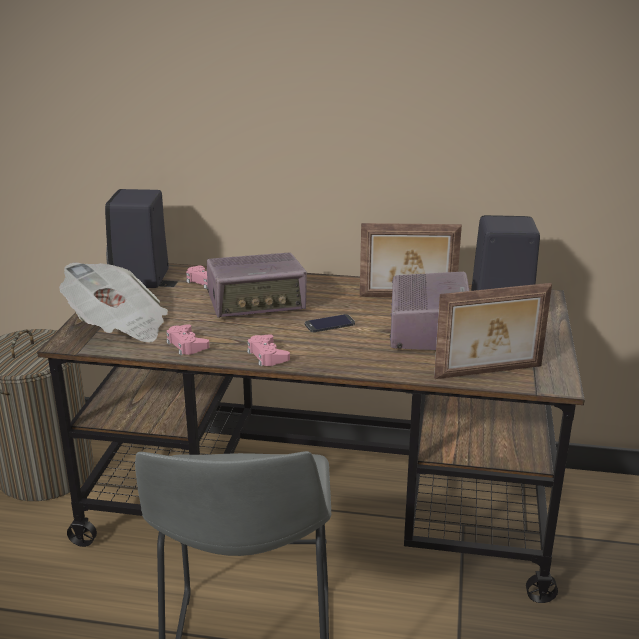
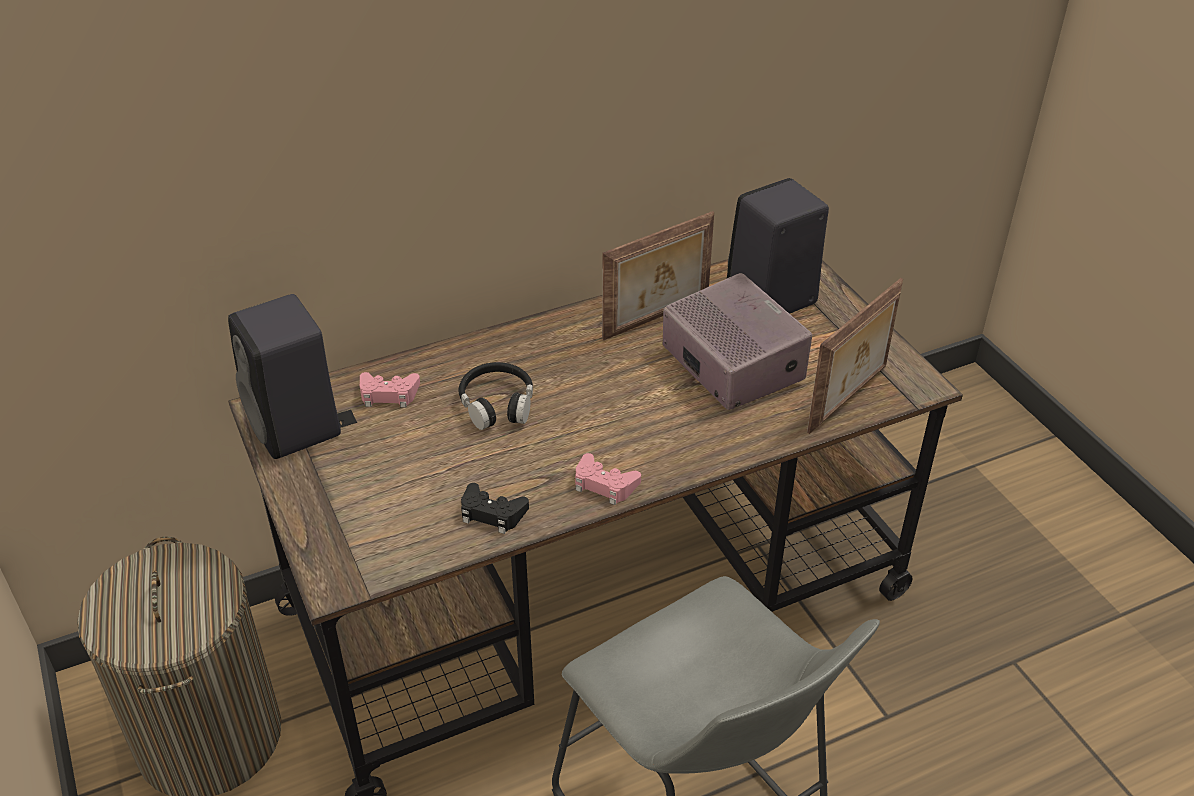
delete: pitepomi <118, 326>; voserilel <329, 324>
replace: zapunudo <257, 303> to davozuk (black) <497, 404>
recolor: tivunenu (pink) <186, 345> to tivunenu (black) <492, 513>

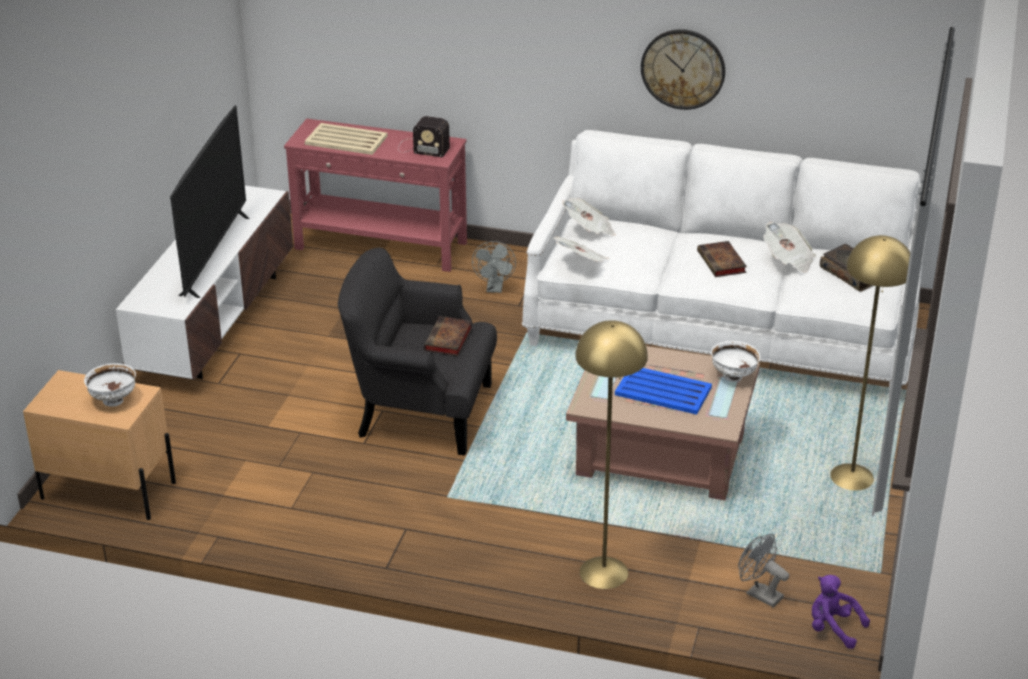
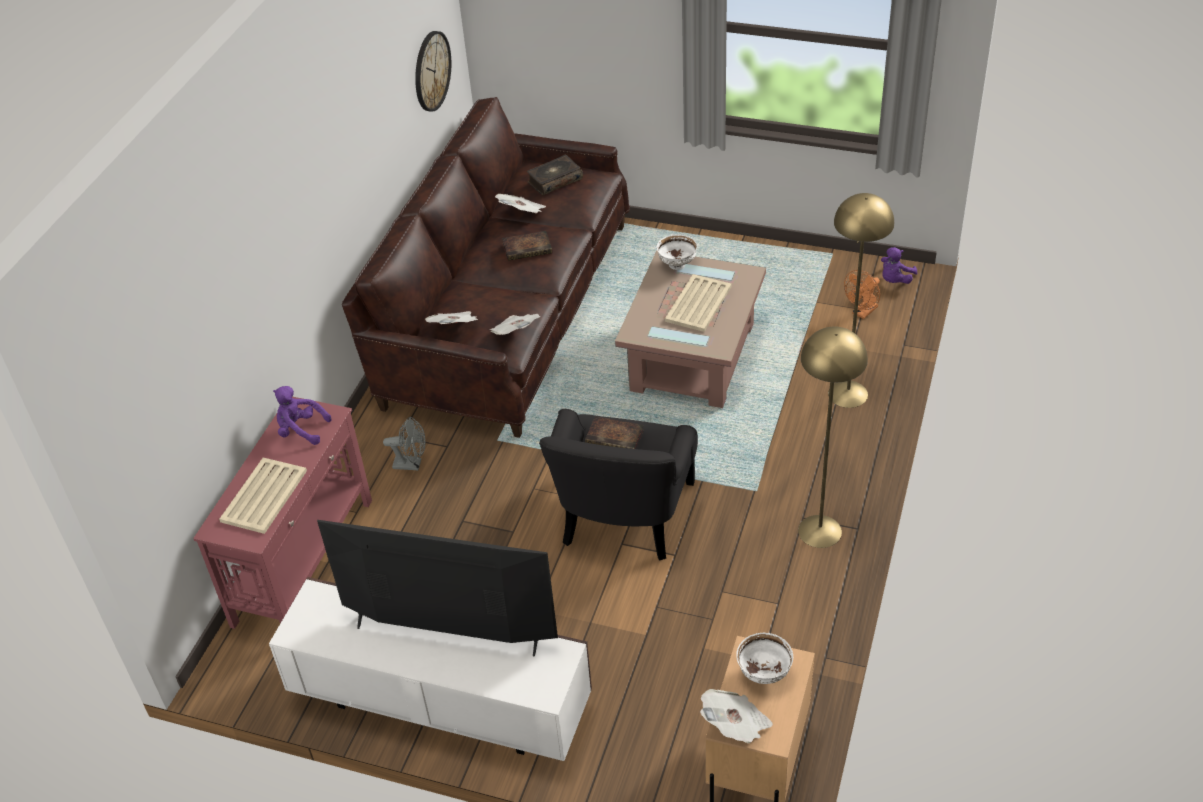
insert: pitepomi <736, 726>
move: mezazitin <683, 69> to <431, 71>; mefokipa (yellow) <851, 477> to <819, 531>
replace: zapunudo <421, 148> to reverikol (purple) <301, 430>
recolor: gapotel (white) <723, 327> to gapotel (brown) <505, 312>; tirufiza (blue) <664, 391> to tirufiza (beige) <699, 303>; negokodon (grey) <759, 594> to negokodon (orange) <862, 313>

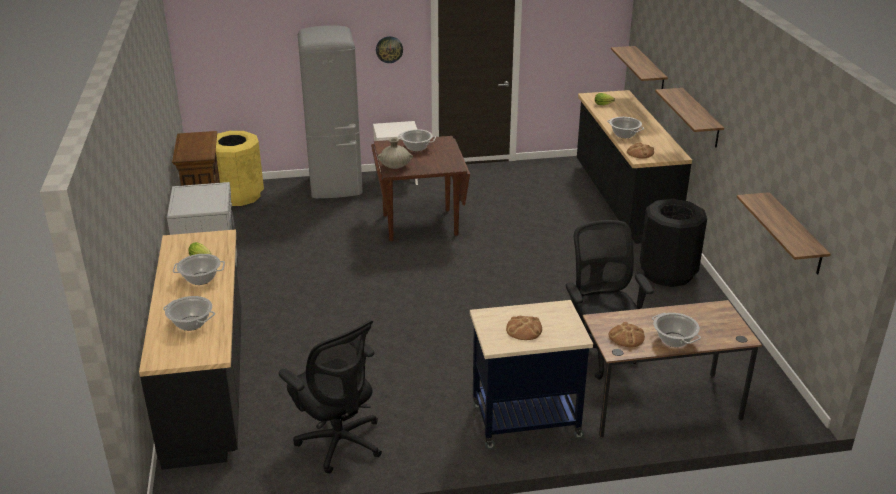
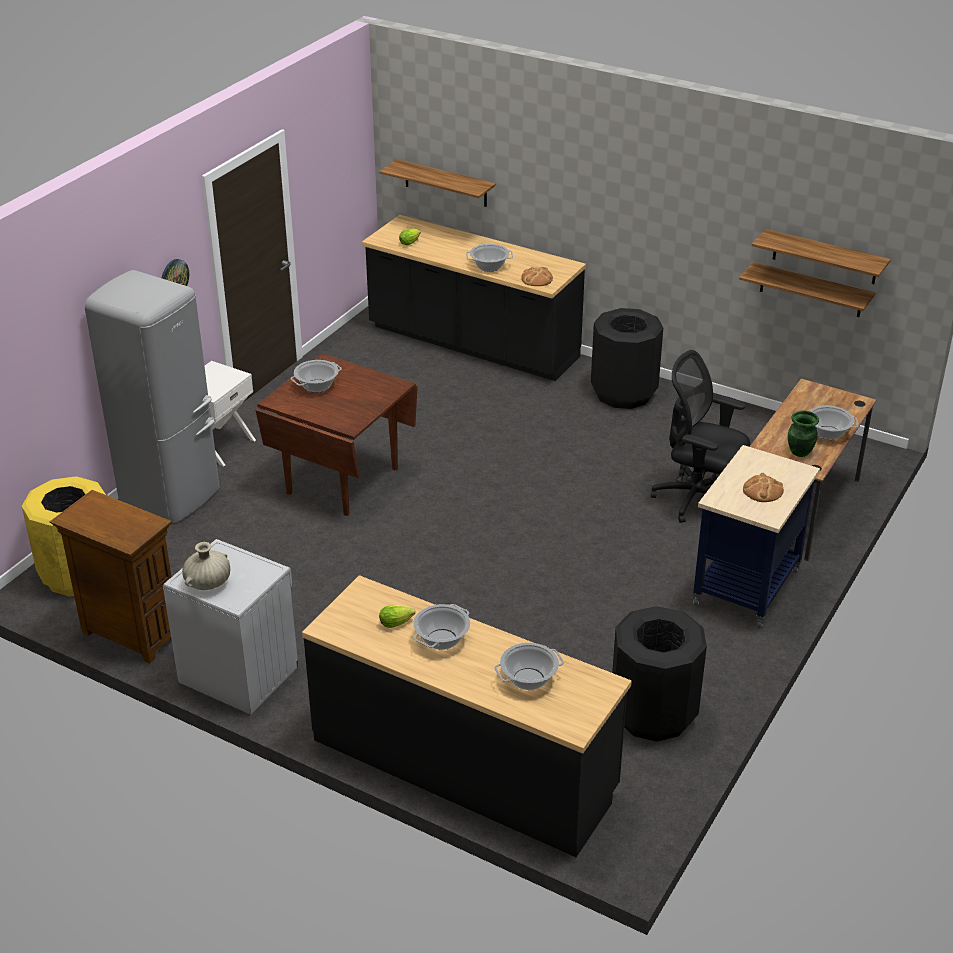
move: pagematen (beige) <395, 166> to <208, 583>; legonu <700, 118> to <825, 257>
replace: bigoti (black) <336, 440> to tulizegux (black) <653, 714>; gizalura <626, 337> to pagematen (green) <799, 452>

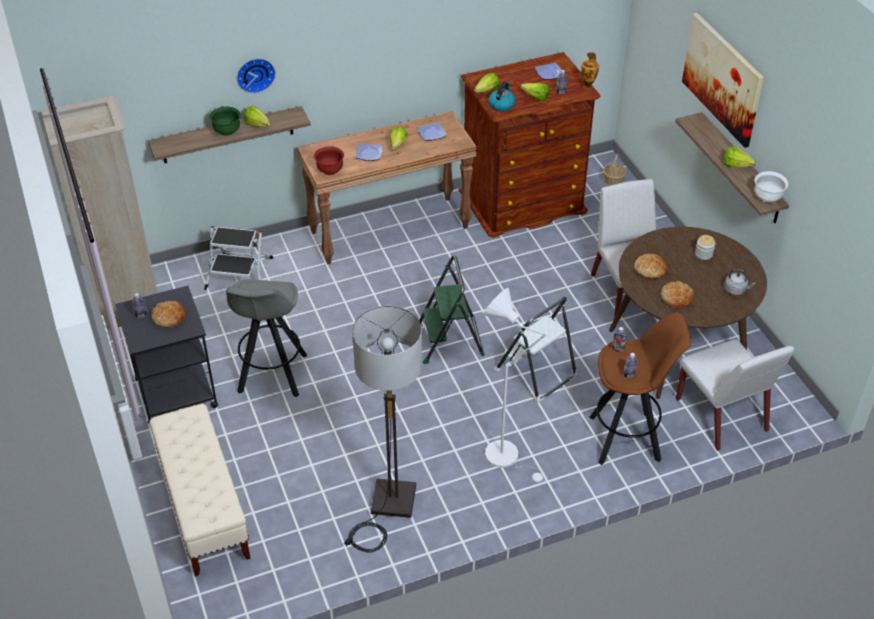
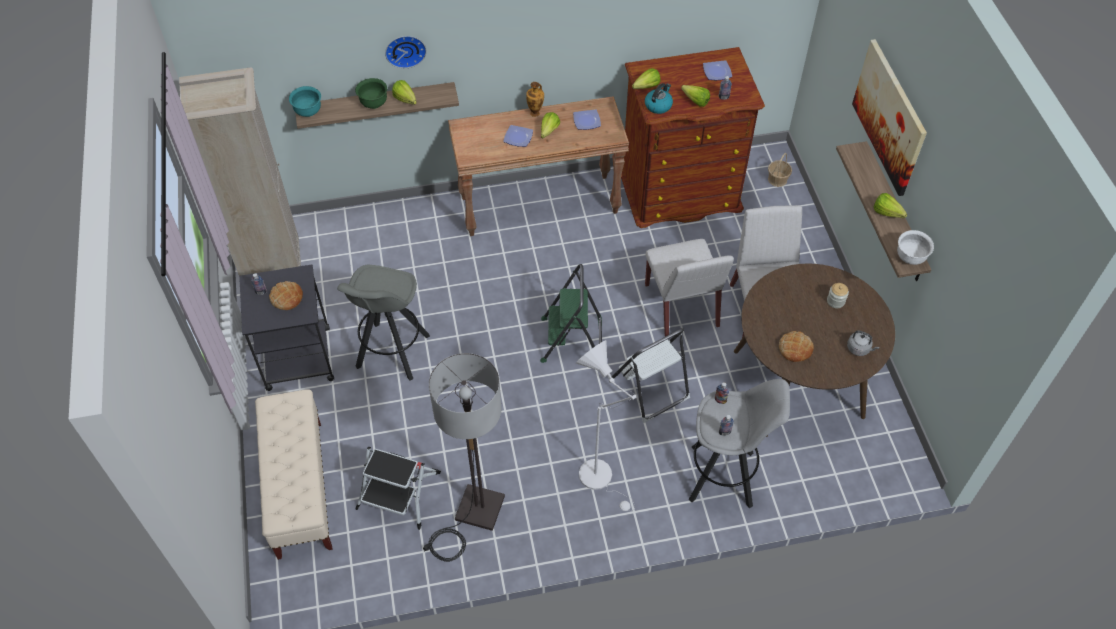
delete: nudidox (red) <330, 170>; gizalura <650, 268>
insert: nudidox (turquoise) <308, 111>
move: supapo <240, 274> to <399, 492>; pagematen <588, 87> to <535, 113>; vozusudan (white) <722, 415> to <682, 306>
recolor: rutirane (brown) <627, 438> to rutirane (grey) <724, 476>

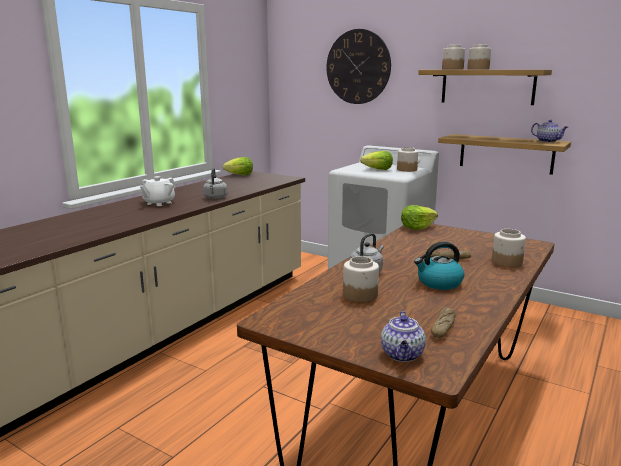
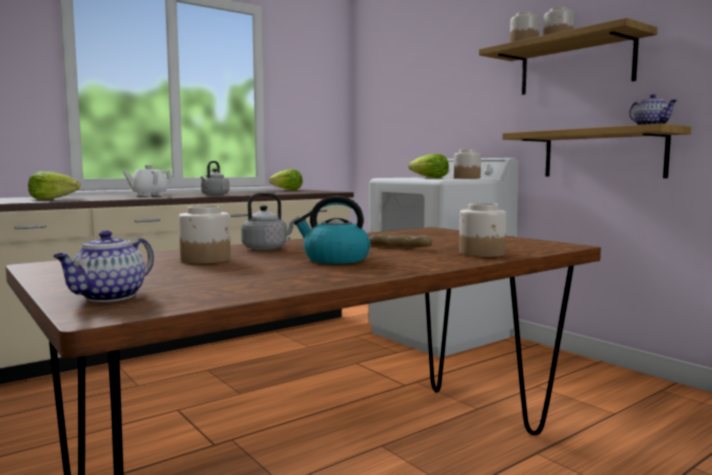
delete: mezazitin <358, 67>; gizalura <443, 327>
move: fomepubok <417, 227> to <53, 199>

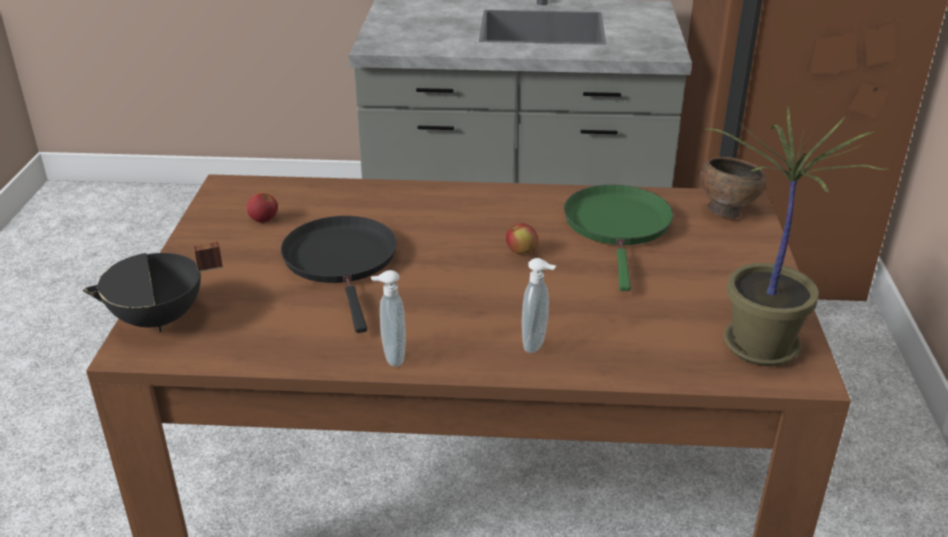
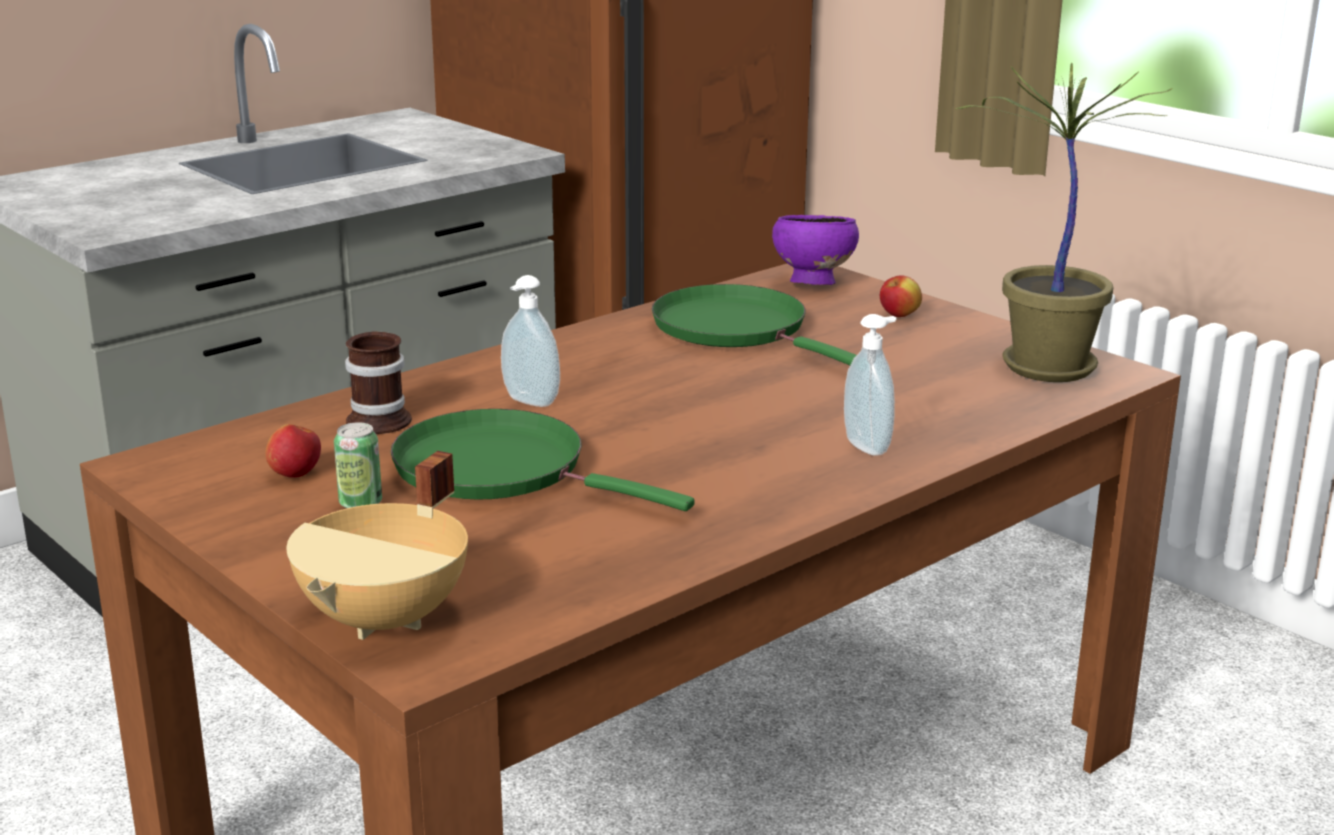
insert: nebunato <360, 503>; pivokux <382, 418>
move: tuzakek <391, 357> to <529, 402>; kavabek <521, 252> to <899, 316>
recolor: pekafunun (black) <159, 320> to pekafunun (beige) <388, 620>; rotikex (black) <342, 261> to rotikex (green) <501, 470>; nudidox (brown) <725, 212> to nudidox (purple) <811, 284>

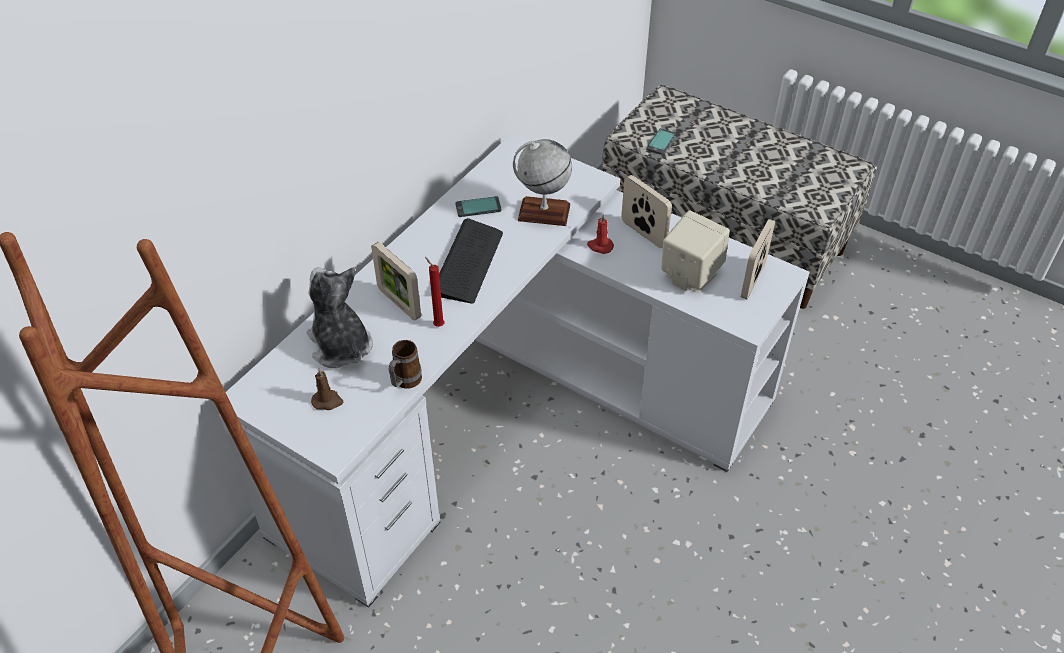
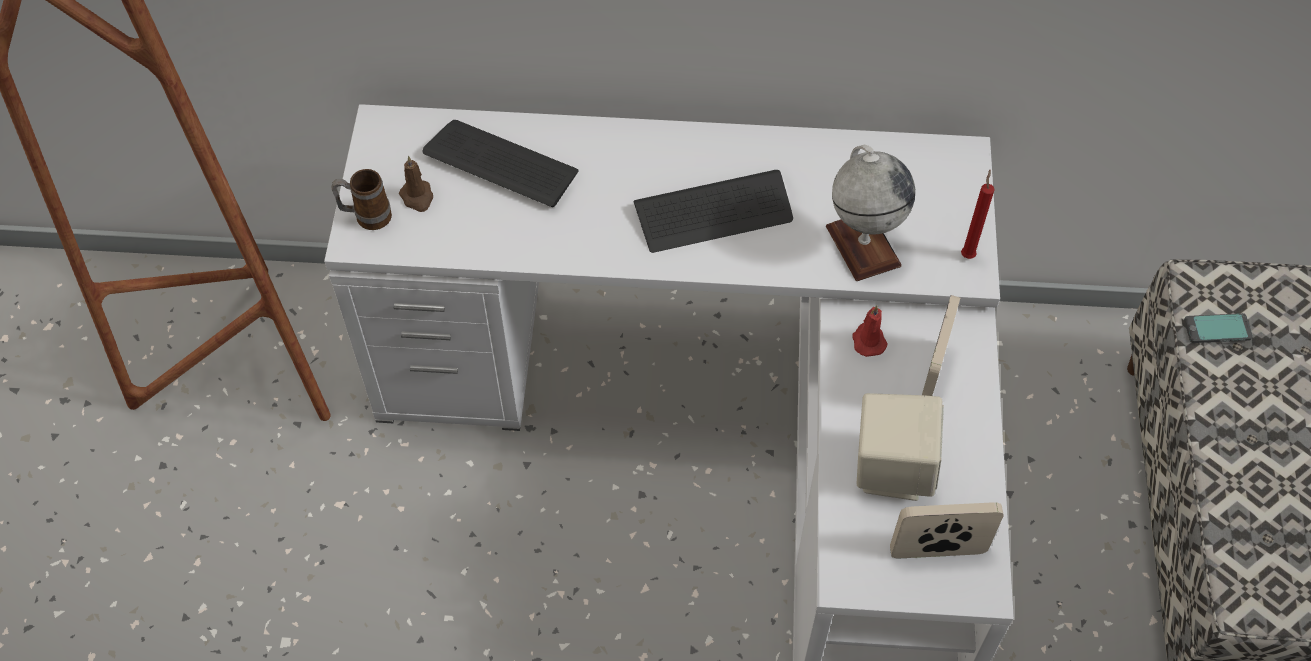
delete: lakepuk <399, 303>; voserilel <478, 208>
move: pivokux <405, 383> to <366, 217>; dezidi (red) <437, 324> to <967, 254>
replace: reverikol <340, 346> to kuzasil <501, 164>

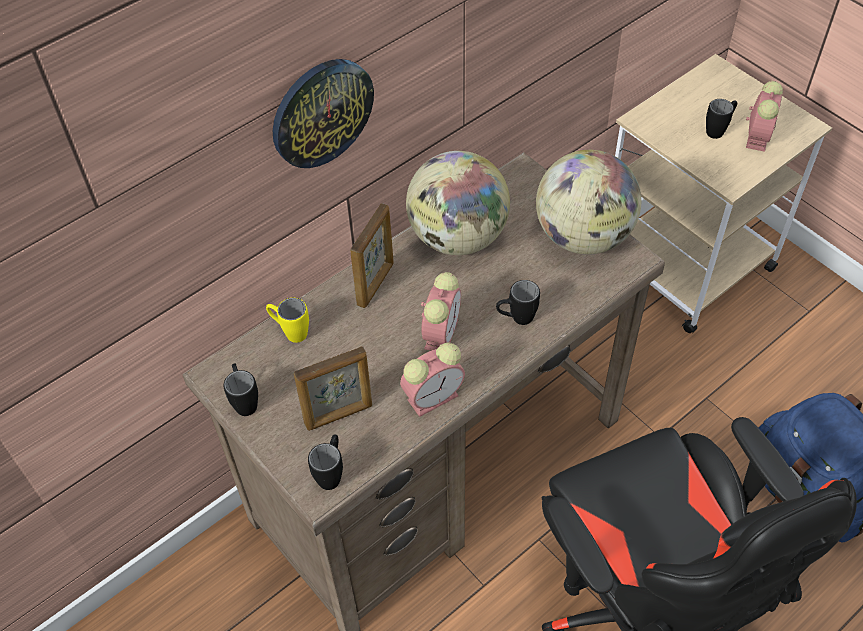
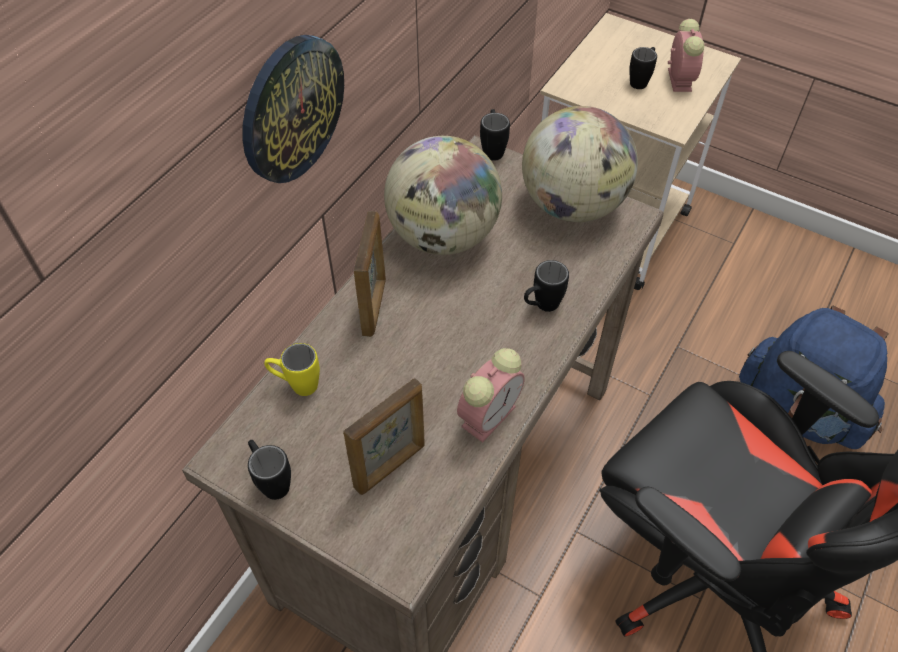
delete: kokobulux <441, 332>
move: pivokux (black) <331, 473> to <492, 149>

